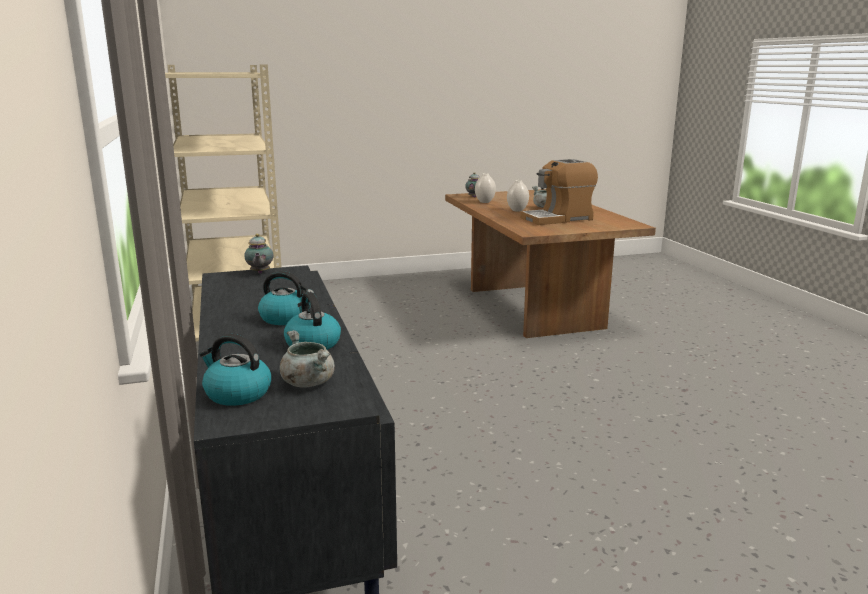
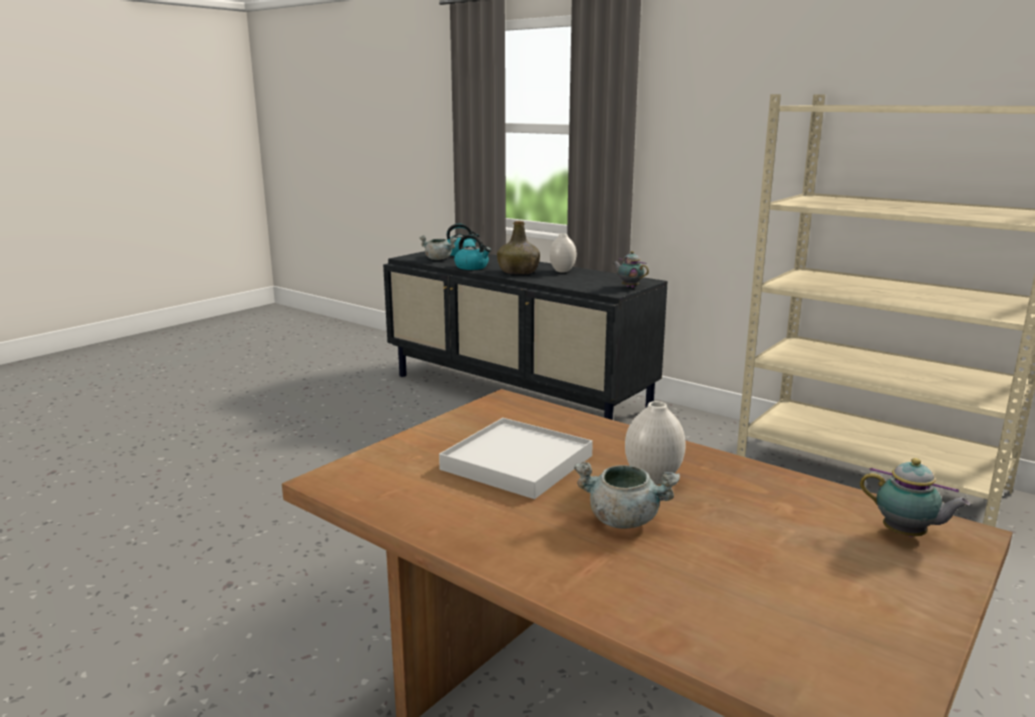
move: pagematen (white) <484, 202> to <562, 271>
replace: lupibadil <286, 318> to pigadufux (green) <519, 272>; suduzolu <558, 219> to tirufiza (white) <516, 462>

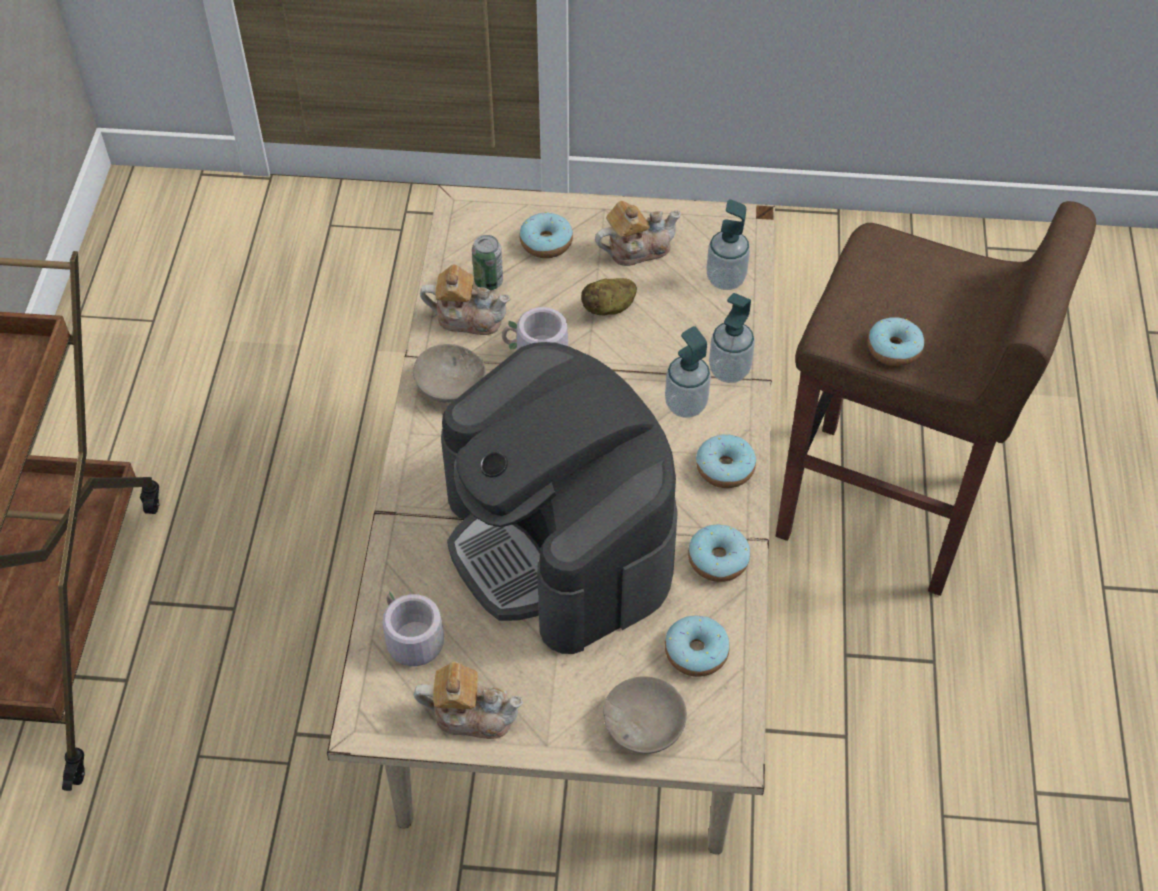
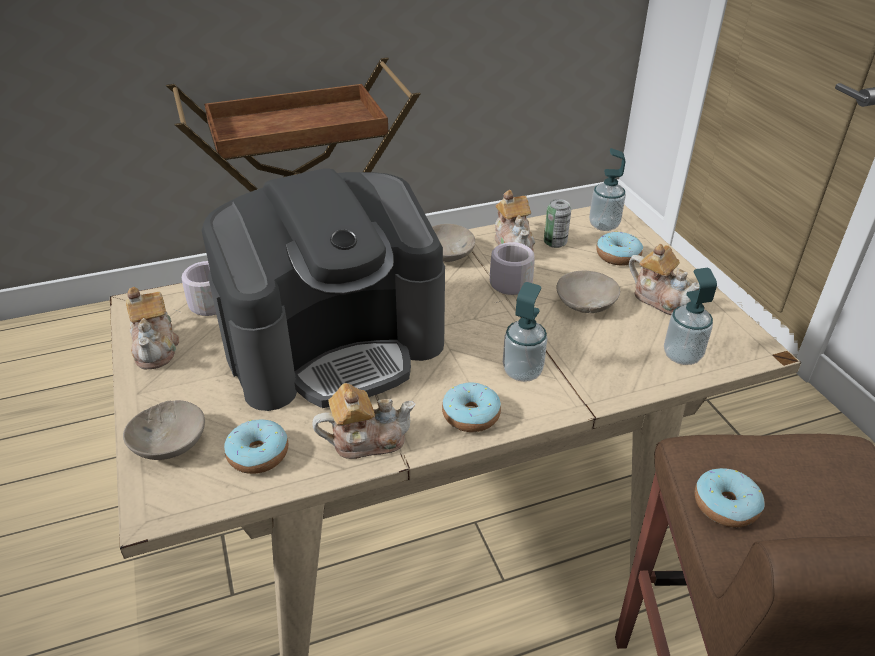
move: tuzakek <729, 370> to <604, 225>
replace: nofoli <609, 308> to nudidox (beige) <585, 303>; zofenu <718, 560> to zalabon <366, 440>
rotate: suduzolu <560, 542> = <335, 344> 150 degrees counterclockwise

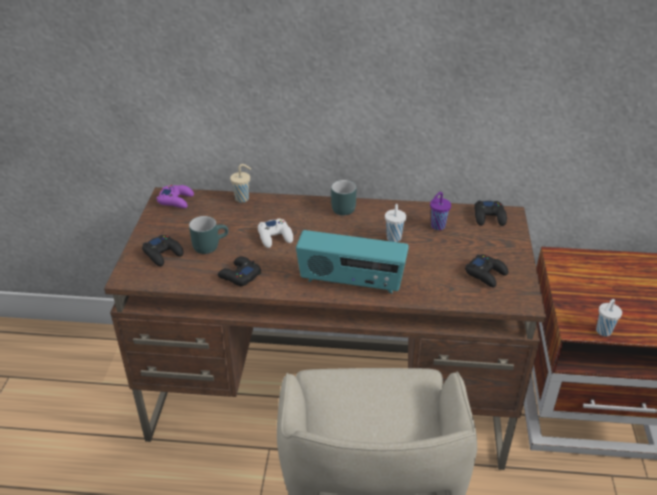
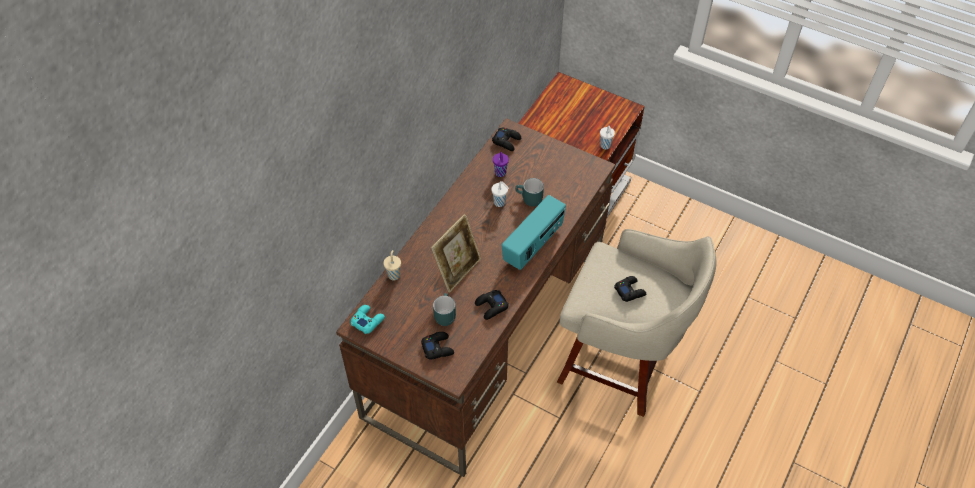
move: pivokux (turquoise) <341, 207> to <529, 200>; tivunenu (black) <486, 274> to <630, 291>
replace: tivunenu (white) <275, 237> to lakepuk <457, 270>
recolor: tivunenu (purple) <176, 200> to tivunenu (turquoise) <367, 321>

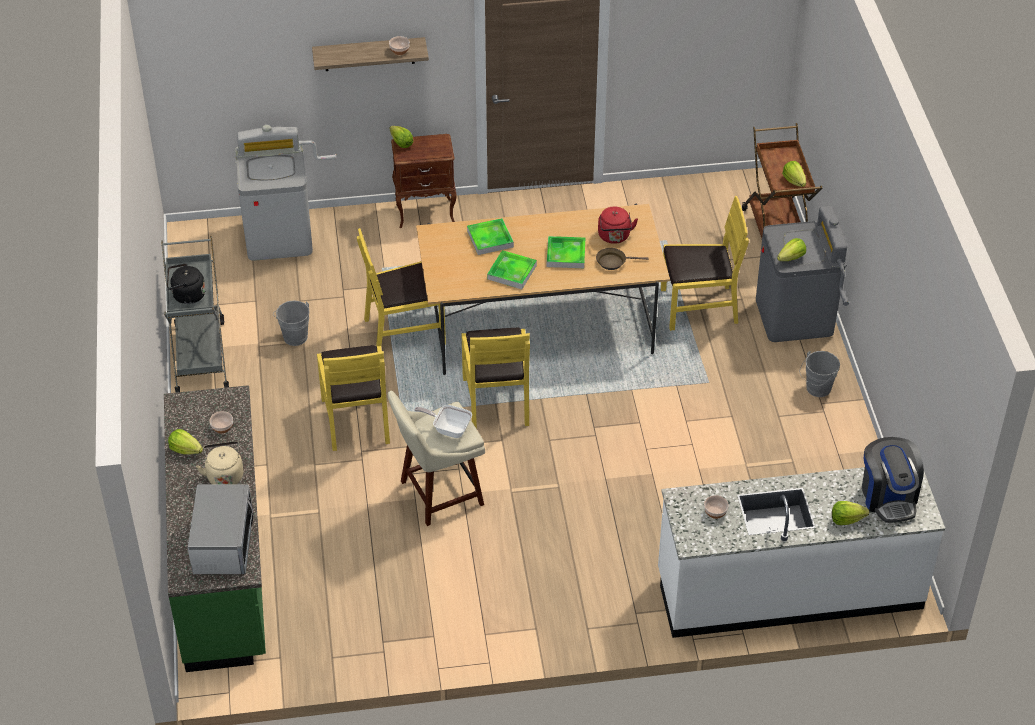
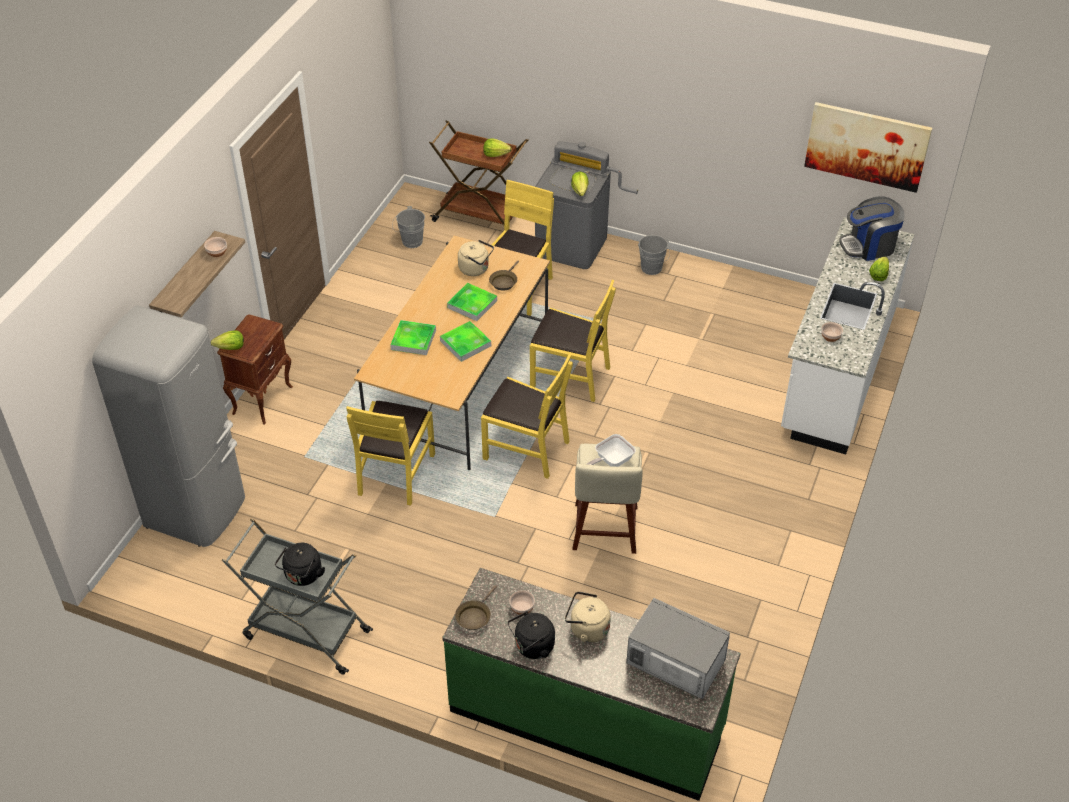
insert: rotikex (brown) <474, 616>; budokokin <867, 146>
move: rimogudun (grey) <294, 335> to <410, 241>; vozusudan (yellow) <356, 420> to <570, 376>
replace: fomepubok <185, 450> to lupibadil (black) <532, 647>; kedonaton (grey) <281, 238> to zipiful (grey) <198, 511>
recolor: lupibadil (red) <614, 237> to lupibadil (beige) <475, 269>
rotate: suduzolu <888, 497> = <869, 246> 150 degrees clockwise

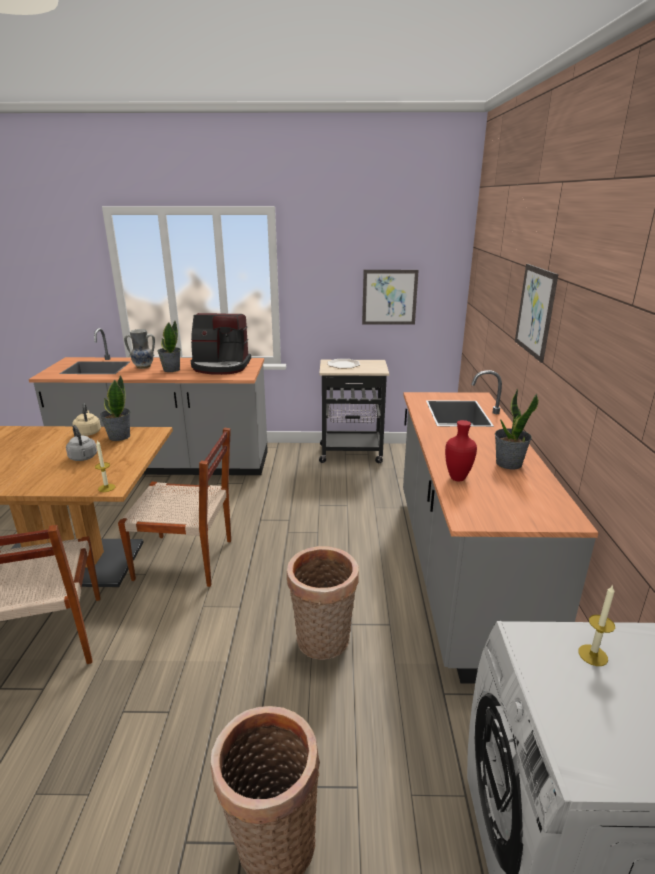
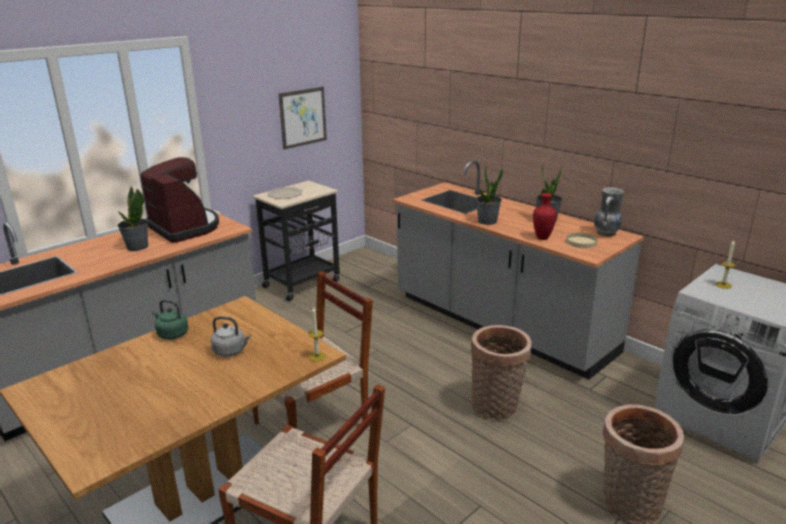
delete: budokokin <535, 311>
insert: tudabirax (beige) <581, 242>
move: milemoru <119, 436> to <487, 221>; pagematen <143, 367> to <606, 233>
recolor: lupibadil (beige) <88, 432> to lupibadil (green) <171, 334>
rotate: suduzolu <221, 366> = <185, 227> 90 degrees counterclockwise

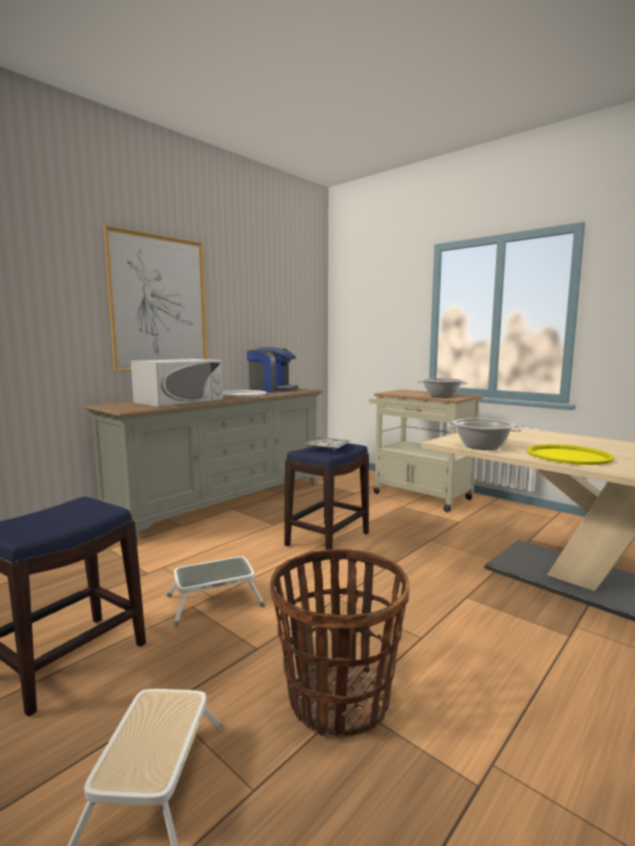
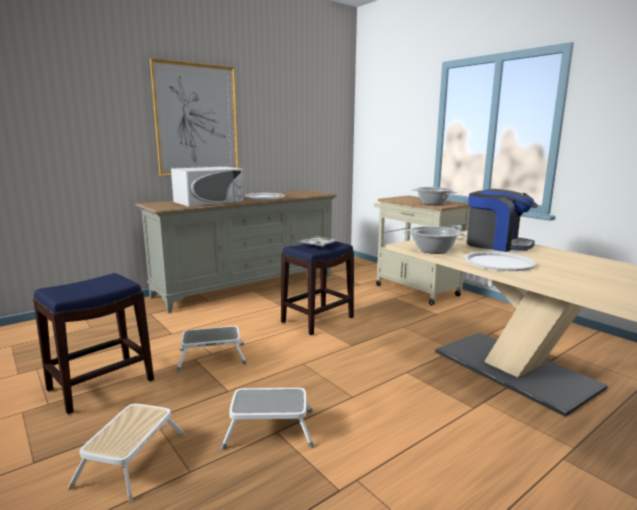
move: suduzolu <271, 390> to <497, 245>
replace: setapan <337, 699> to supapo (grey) <269, 428>
recolor: tirufiza (yellow) <568, 456> to tirufiza (white) <499, 262>

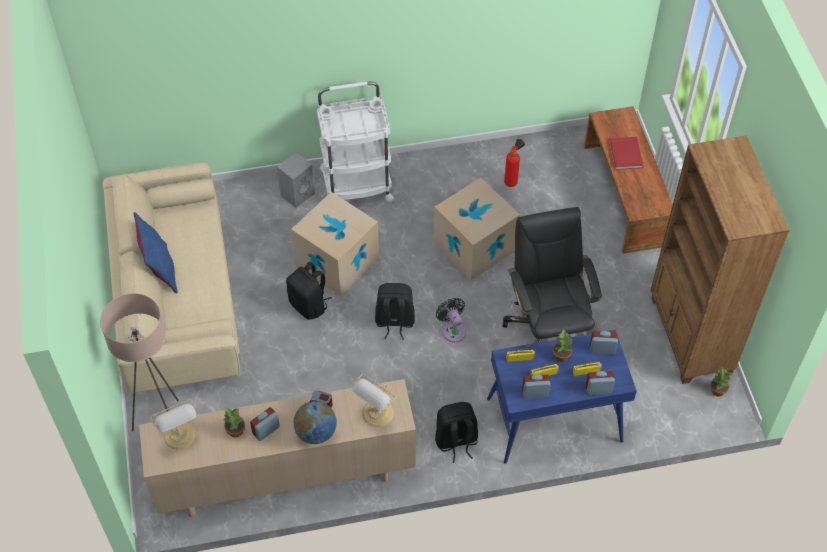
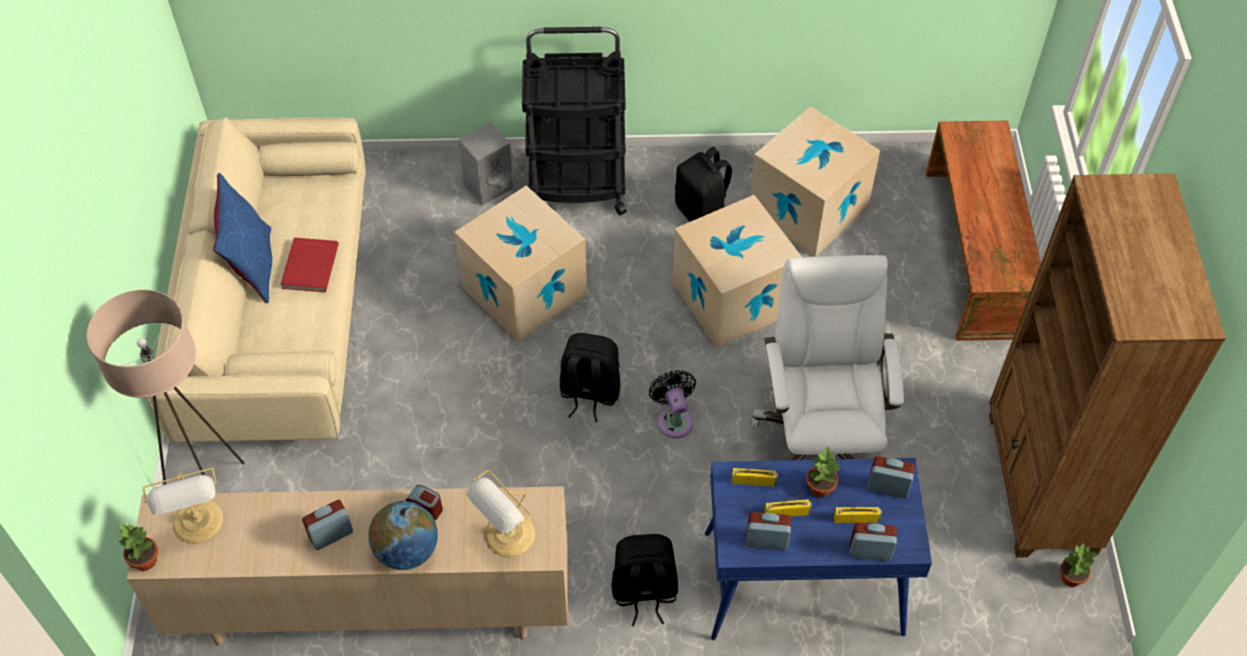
move: milemoru <235, 431> to <144, 560>; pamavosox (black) <309, 305> to <702, 212>; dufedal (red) <624, 154> to <309, 266>
replace: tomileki <512, 181> to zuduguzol <808, 209>
recolor: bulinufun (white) <356, 186> to bulinufun (black) <577, 185>; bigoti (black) <547, 330> to bigoti (white) <818, 440>

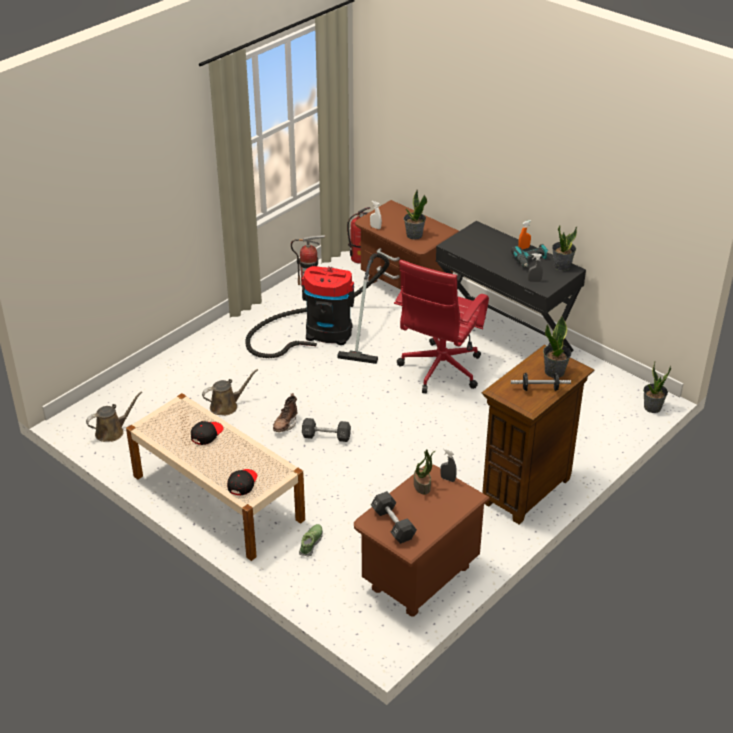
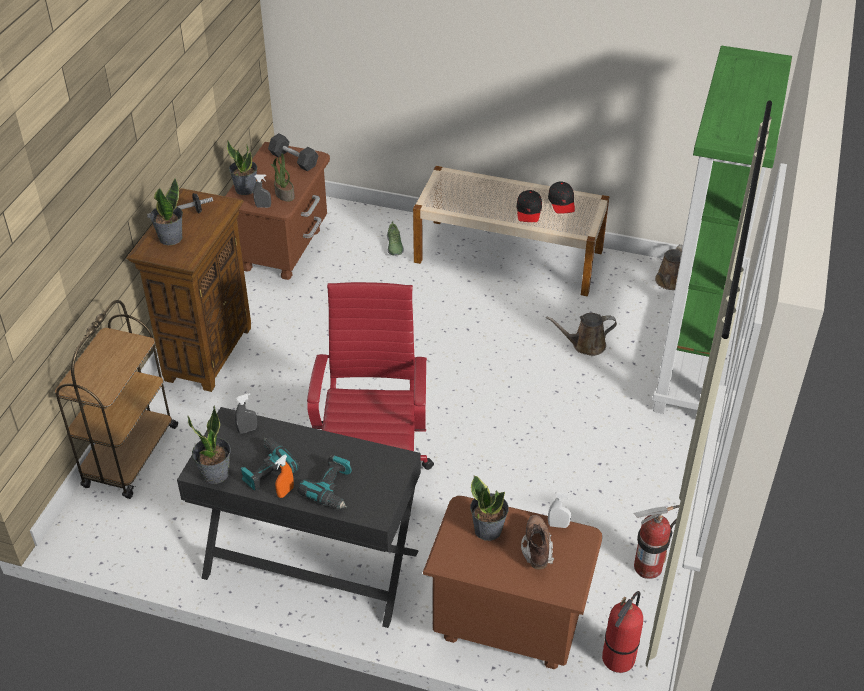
delete: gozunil <323, 333>; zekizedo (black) <326, 436>
insert: bulinufun (brown) <129, 458>; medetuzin <332, 489>; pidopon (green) <692, 364>
move: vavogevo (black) <242, 483> to <562, 202>; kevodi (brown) <285, 425> to <536, 549>; milemoru <652, 407> to <245, 189>
rotate: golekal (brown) <226, 406> = <585, 345> 45 degrees clockwise

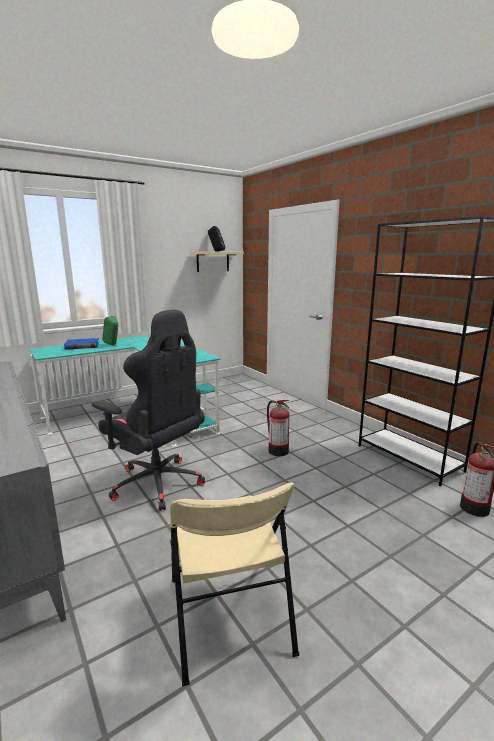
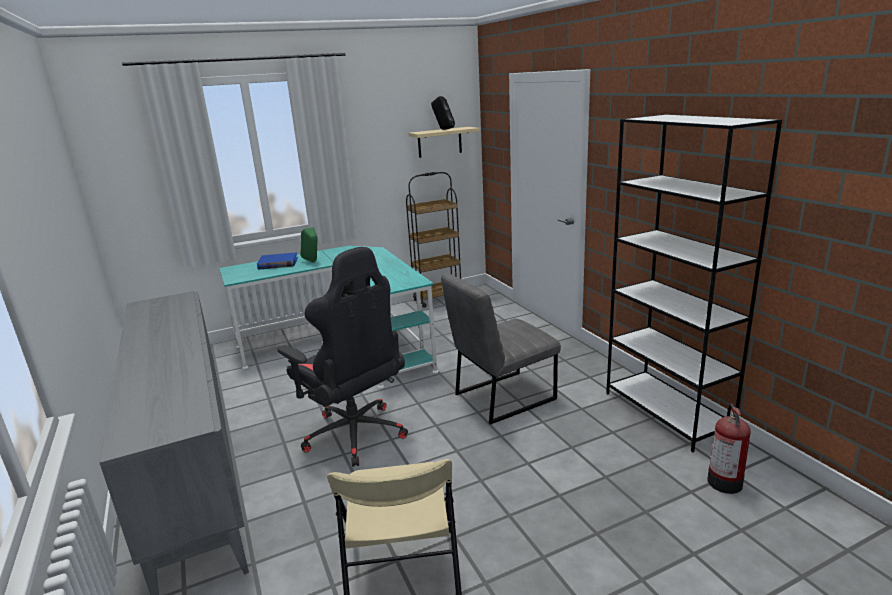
insert: bulinufun (brown) <438, 299>
replace: tomileki <277, 450> to vozusudan (grey) <502, 397>

